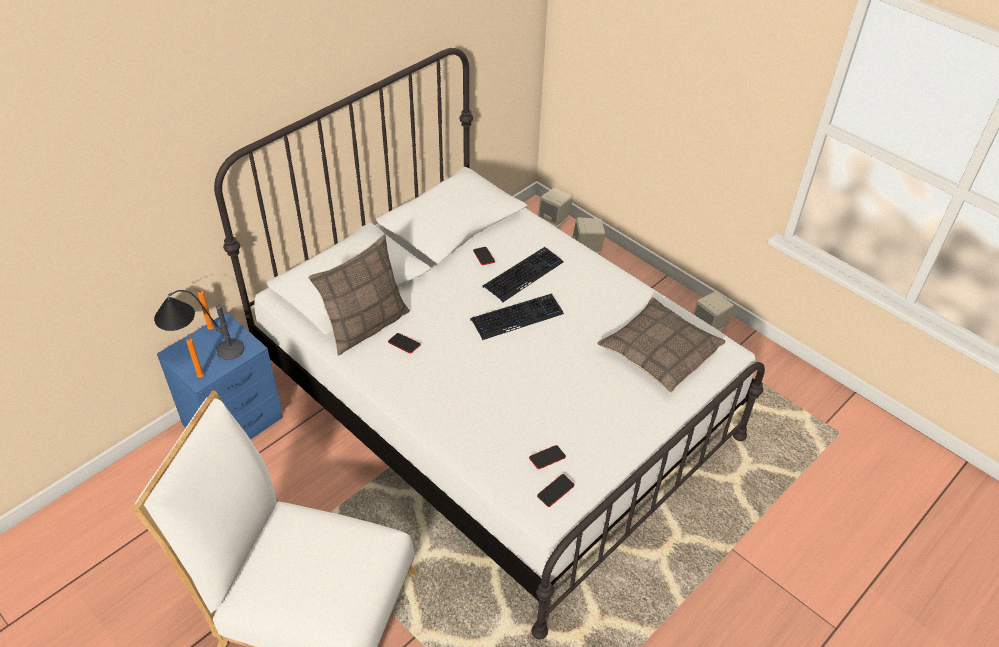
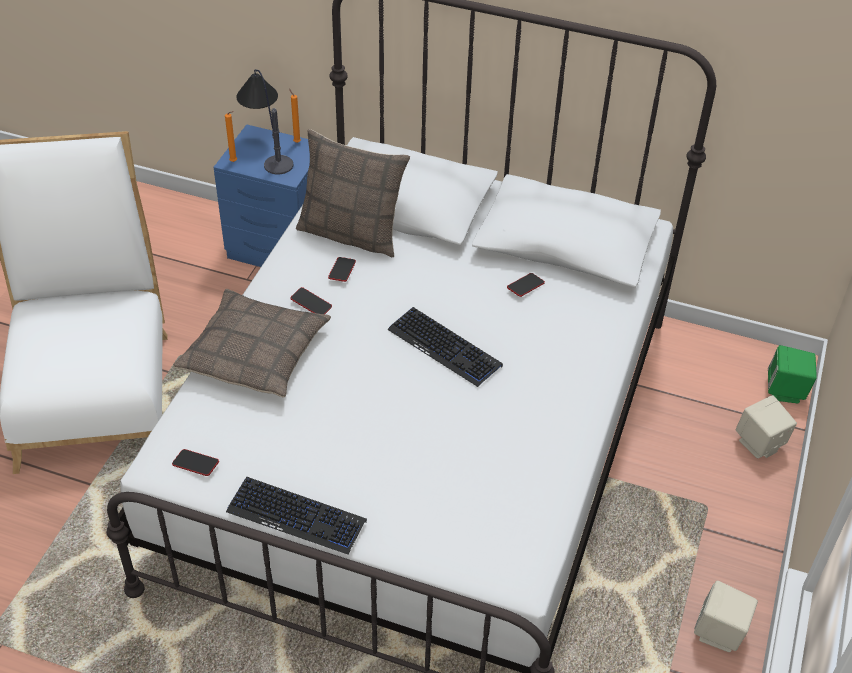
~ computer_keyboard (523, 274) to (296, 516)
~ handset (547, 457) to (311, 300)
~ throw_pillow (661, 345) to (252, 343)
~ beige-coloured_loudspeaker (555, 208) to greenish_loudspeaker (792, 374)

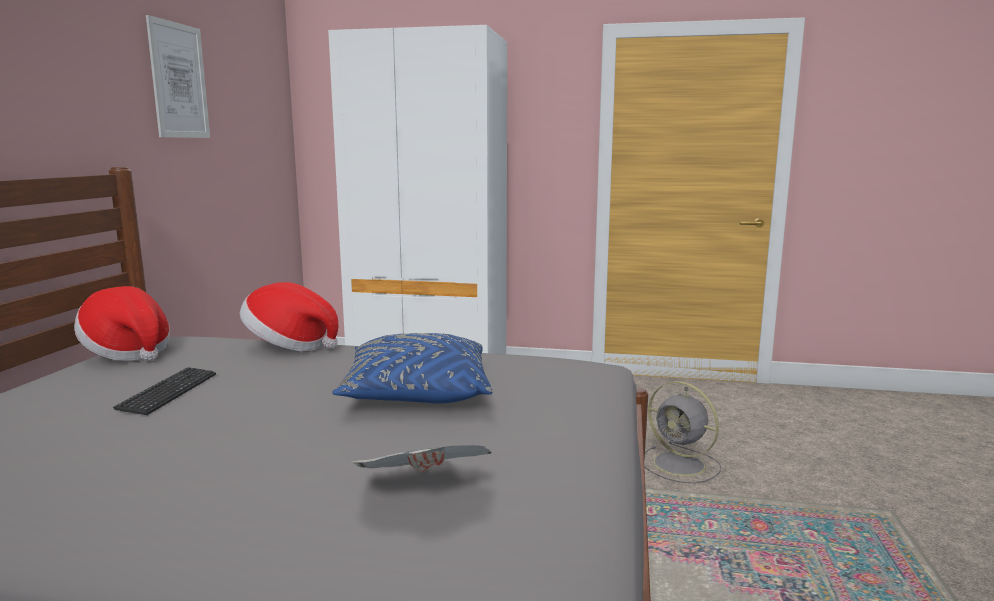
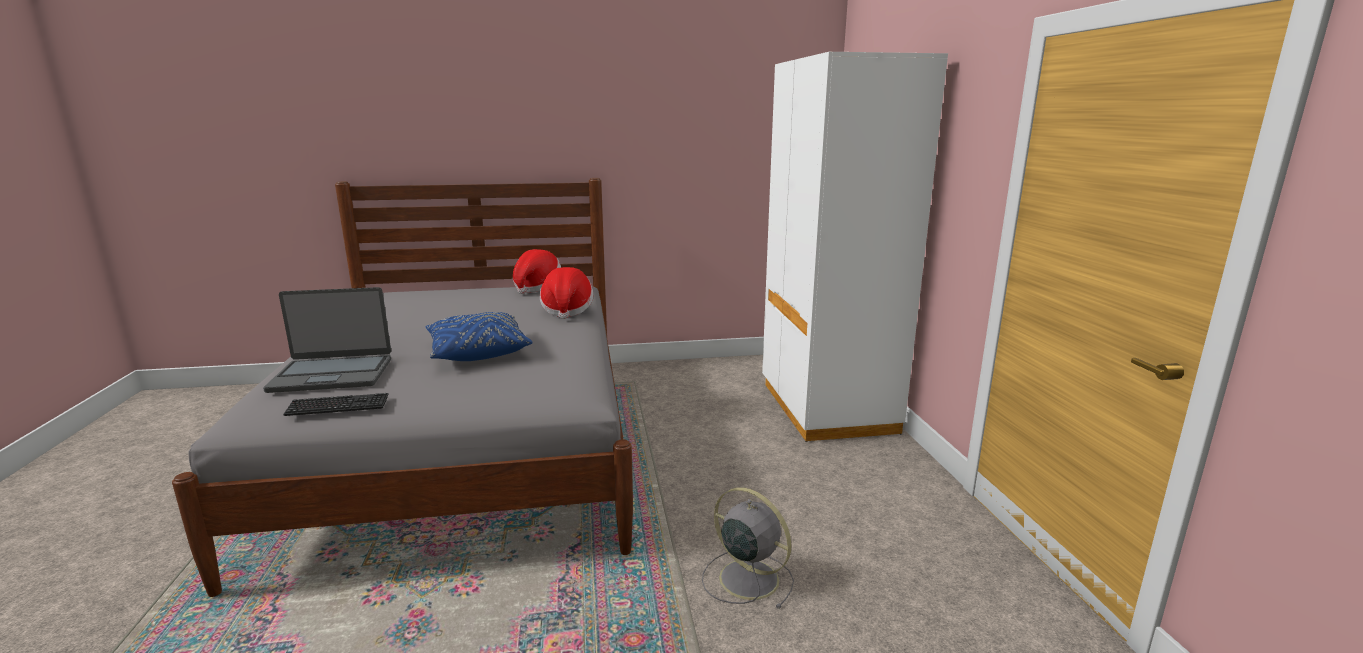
- picture (178, 76)
~ computer_keyboard (164, 391) to (336, 404)
~ daily_paper (422, 458) to portable_computer (327, 340)
~ greyish_cooling_fan (682, 432) = (748, 548) 105 degrees clockwise

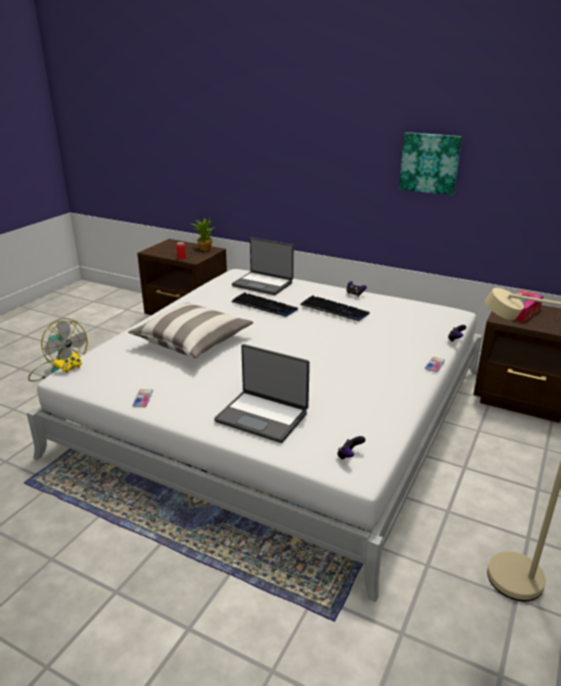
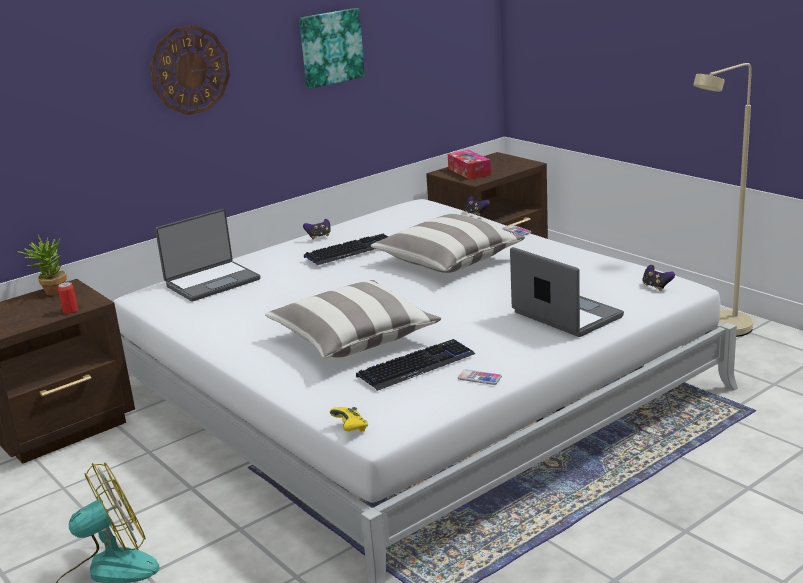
+ hanging_clock (190, 70)
+ throw_pillow (448, 243)
~ computer_keyboard (264, 304) to (415, 365)
~ portable_computer (262, 393) = (567, 292) 90 degrees counterclockwise

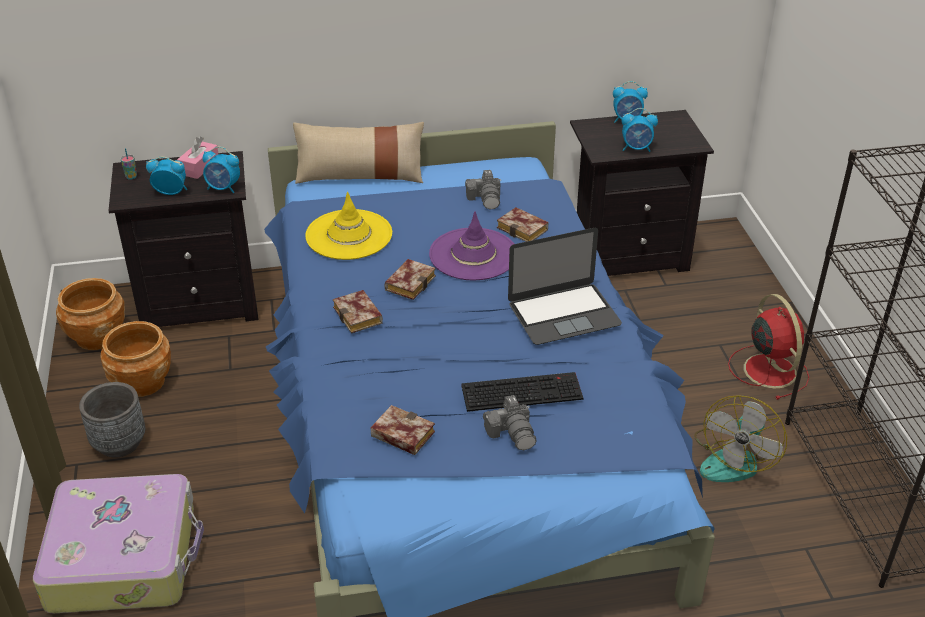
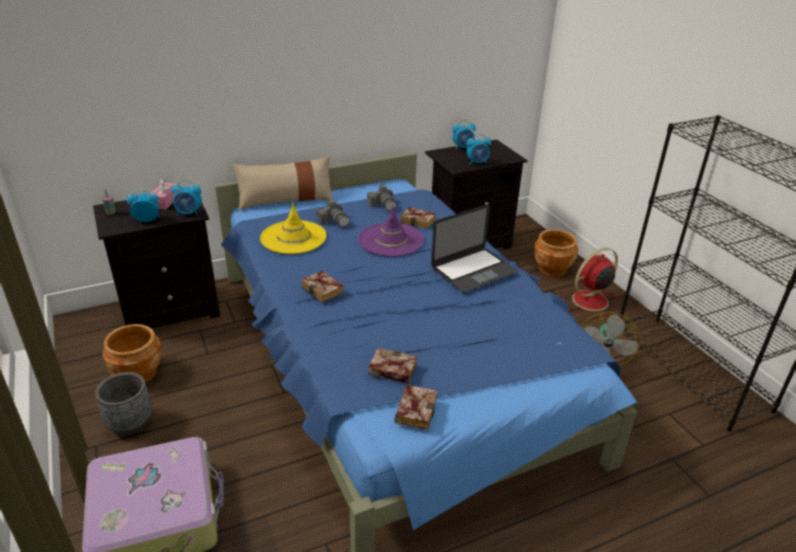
- computer_keyboard (522, 392)
~ brown-coloured_plant_pot (90, 314) to (556, 252)
~ bound_book (410, 279) to (416, 407)
~ photo_camera (510, 422) to (333, 213)
~ red-coloured_cooling_fan (768, 347) = (590, 283) 90 degrees counterclockwise

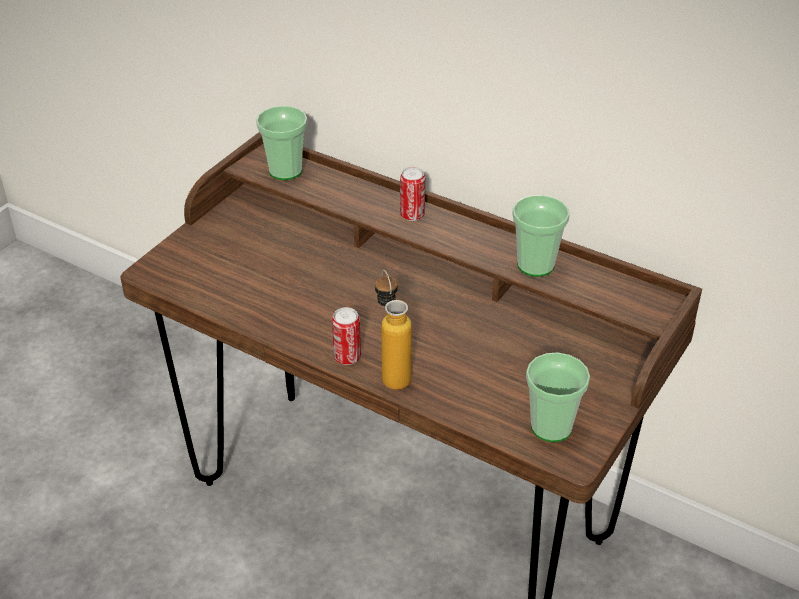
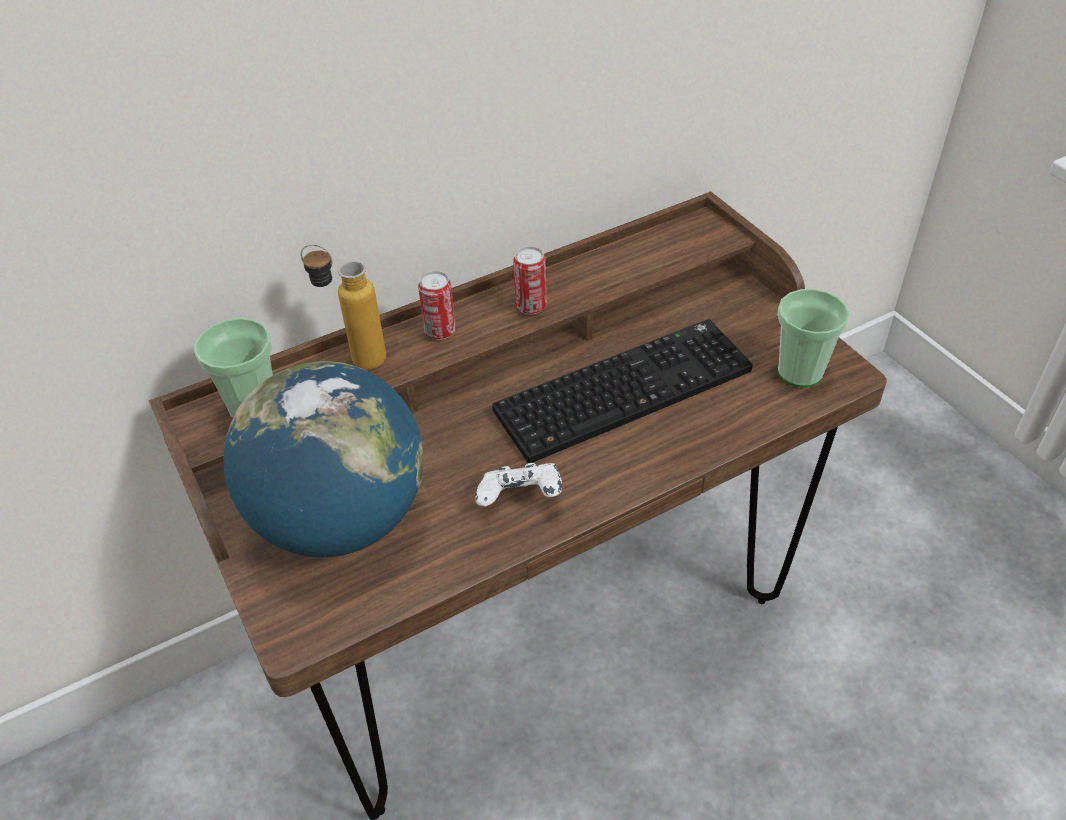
- cup (541, 236)
+ globe (323, 459)
+ whitish_gamepad (519, 485)
+ computer_keyboard (622, 391)
~ can (346, 336) to (530, 280)
~ beverage_bottle (393, 330) to (343, 307)

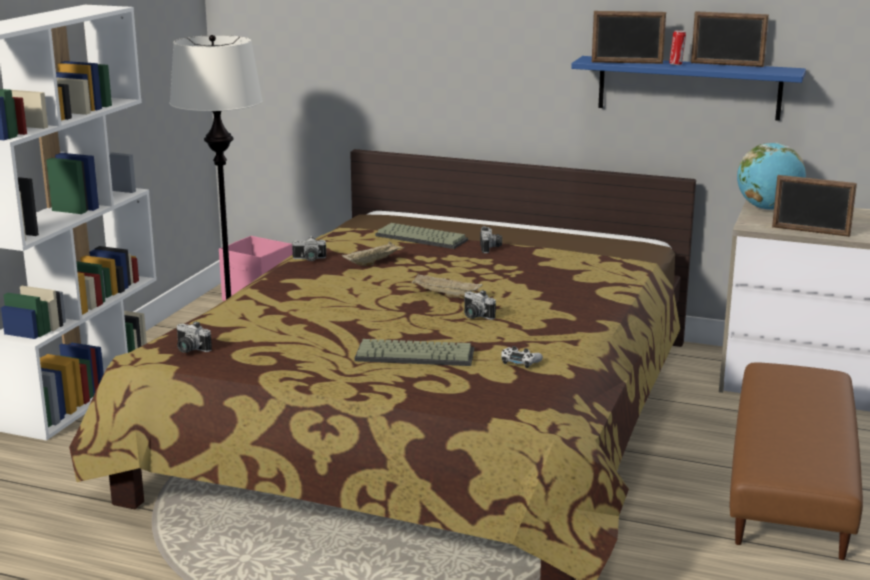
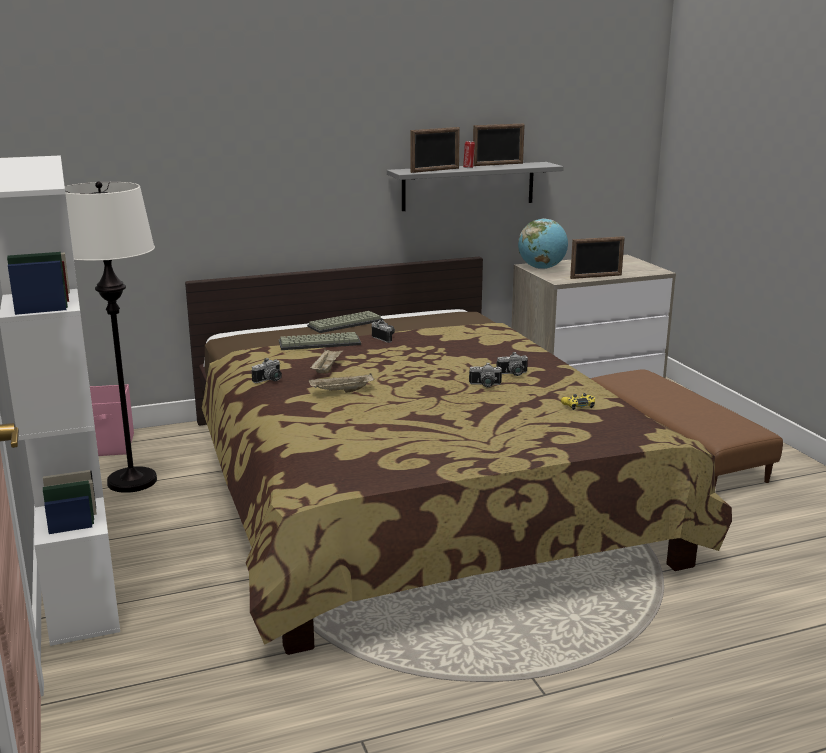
~ photo_camera (194, 337) to (512, 364)
~ computer_keyboard (414, 352) to (345, 322)
~ beige-coloured_serving_tray (447, 286) to (341, 383)
~ whitish_gamepad (522, 357) to yellowish_gamepad (578, 401)
~ blue-coloured_bracket_shelf (688, 88) to greyish_bracket_shelf (475, 186)

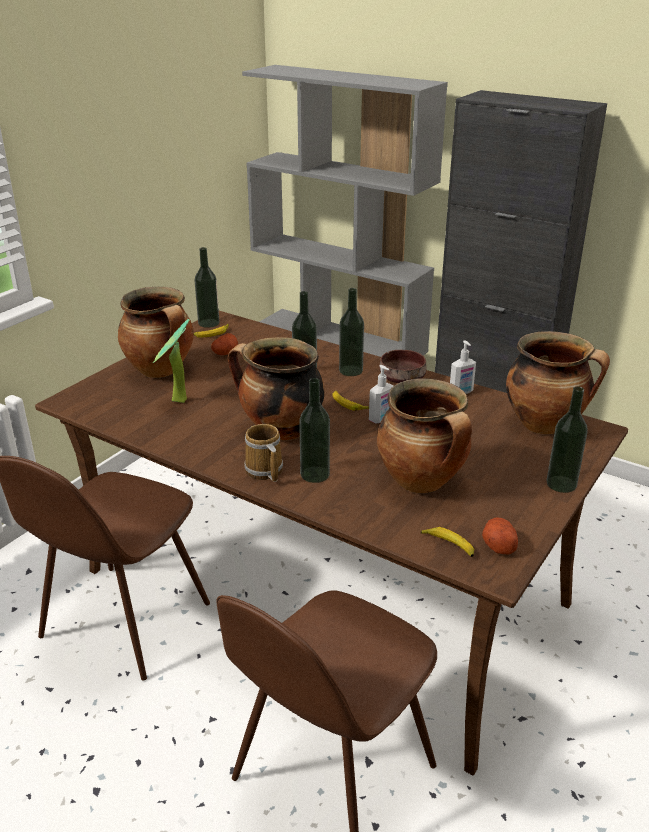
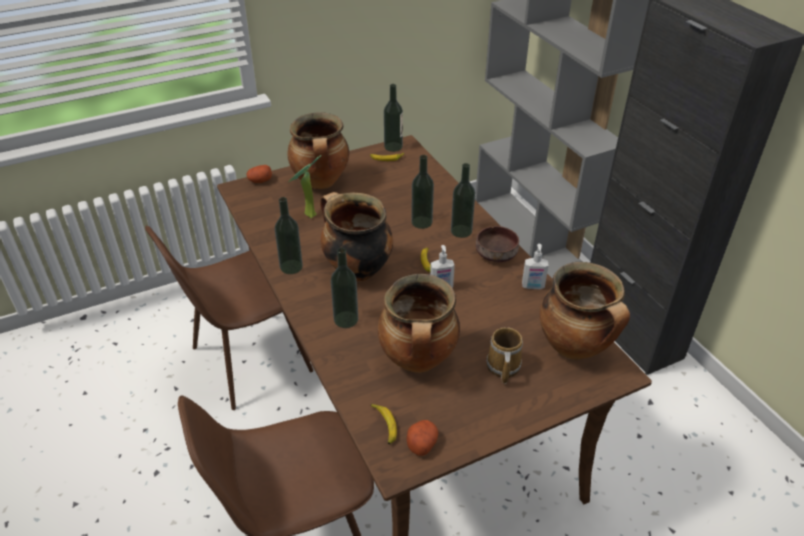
~ whole_potato (224, 344) to (259, 174)
~ tea_mug (263, 453) to (504, 355)
~ beverage_bottle (567, 439) to (289, 235)

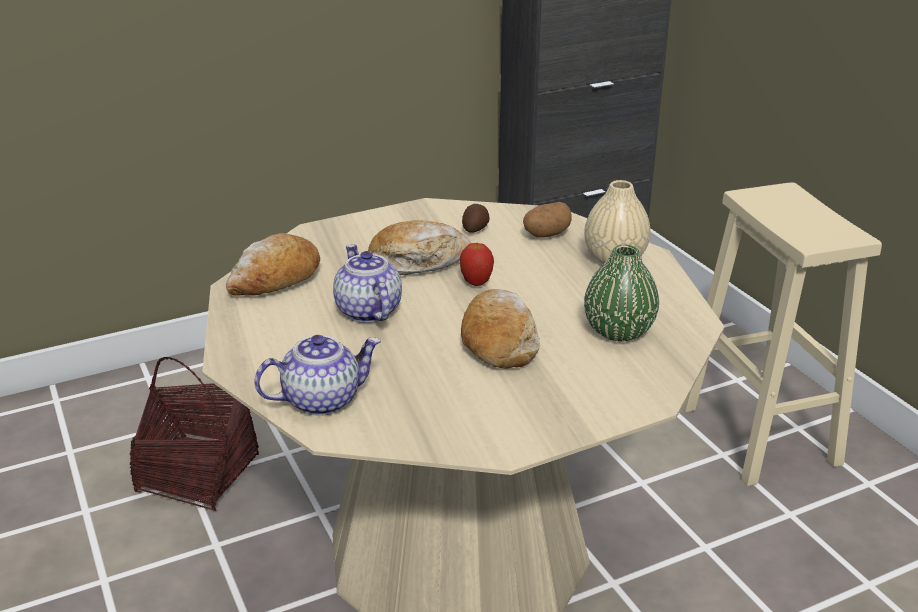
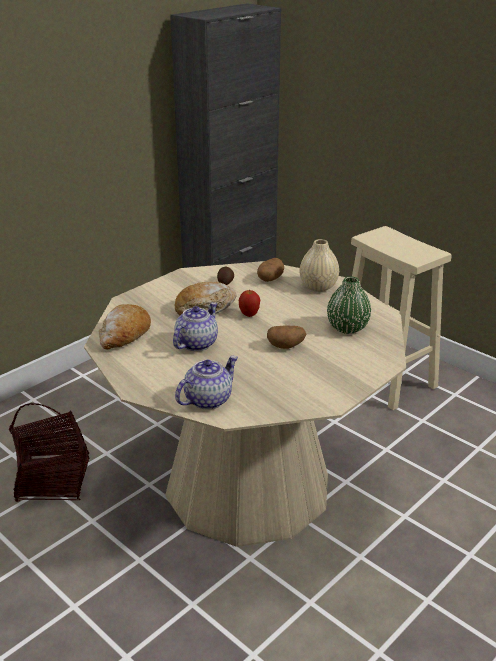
~ bread (500, 329) to whole_potato (286, 337)
~ tea_pot (367, 283) = (195, 326) 75 degrees clockwise

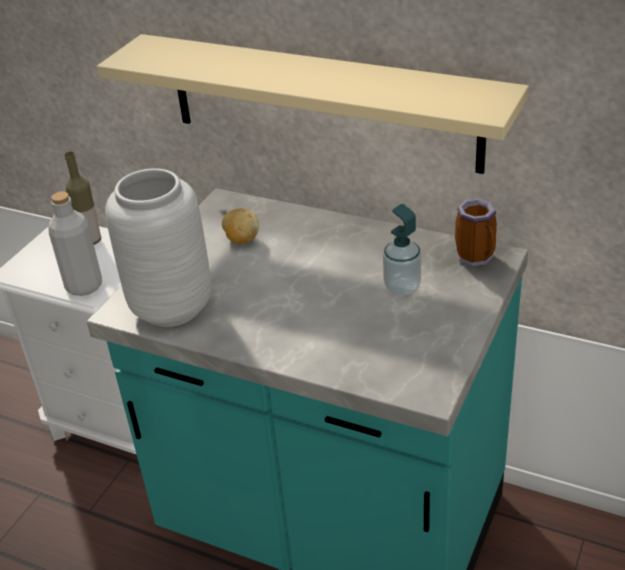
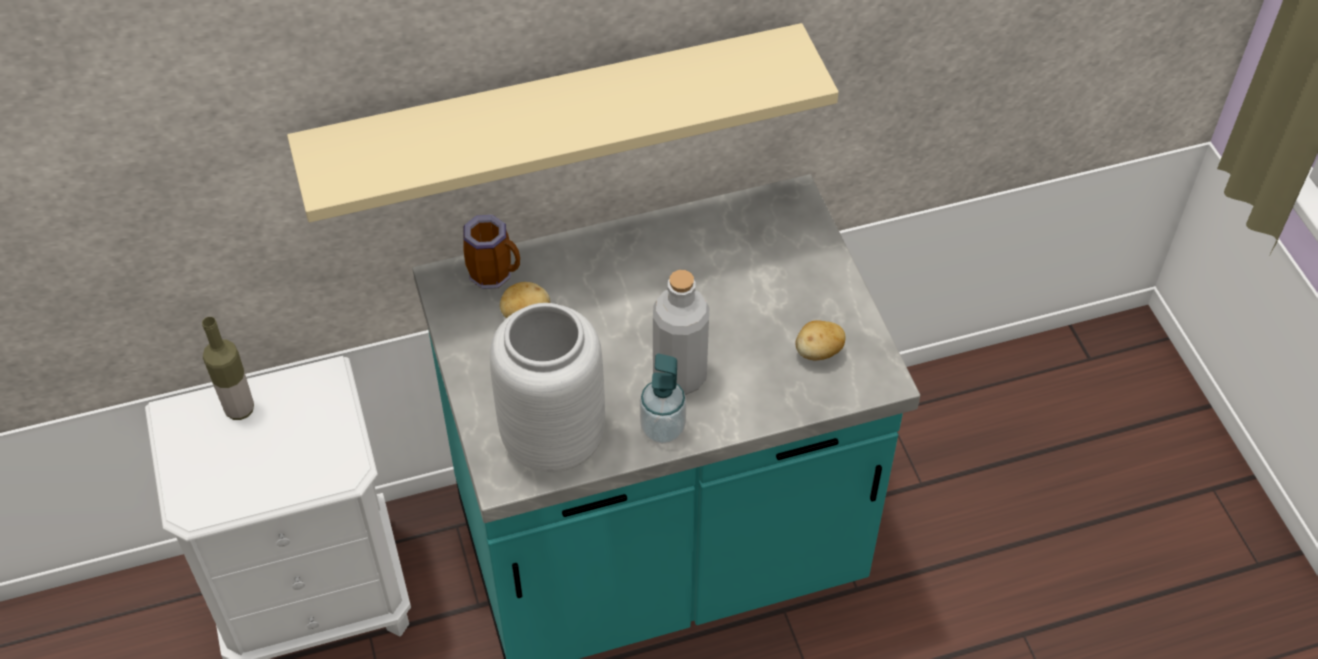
+ whole_potato (820, 340)
~ greyish_beverage_bottle (75, 243) to (681, 332)
~ soap_dispenser (402, 250) to (663, 398)
~ tea_mug (476, 232) to (491, 252)

